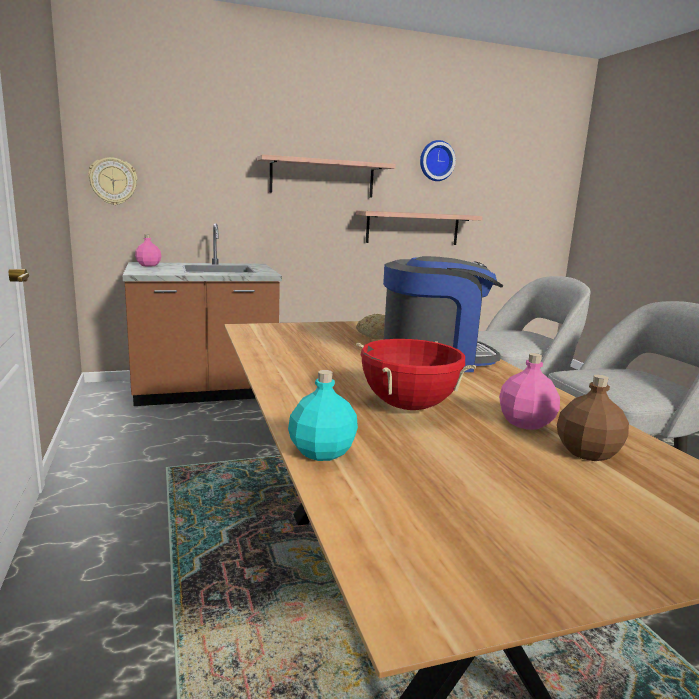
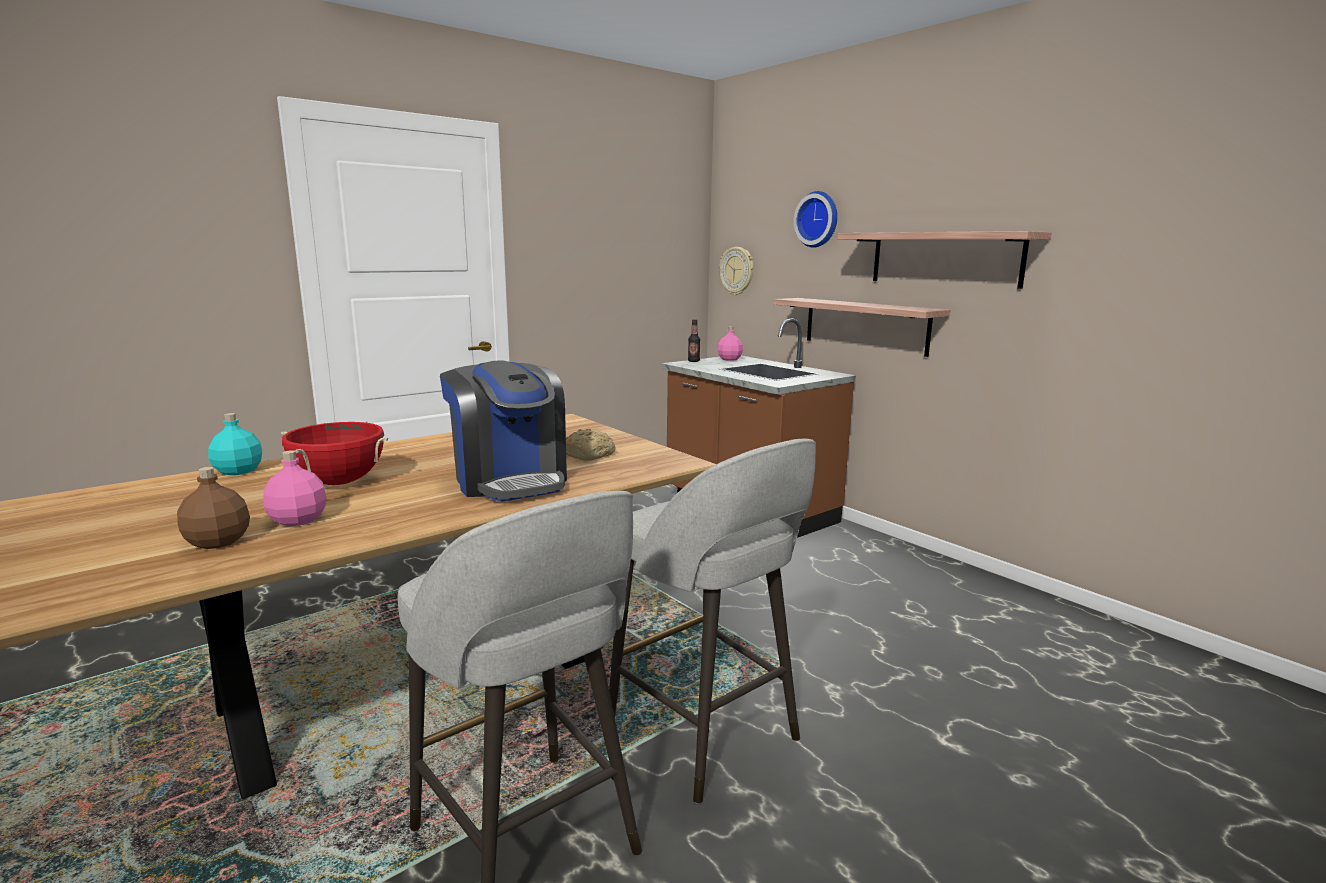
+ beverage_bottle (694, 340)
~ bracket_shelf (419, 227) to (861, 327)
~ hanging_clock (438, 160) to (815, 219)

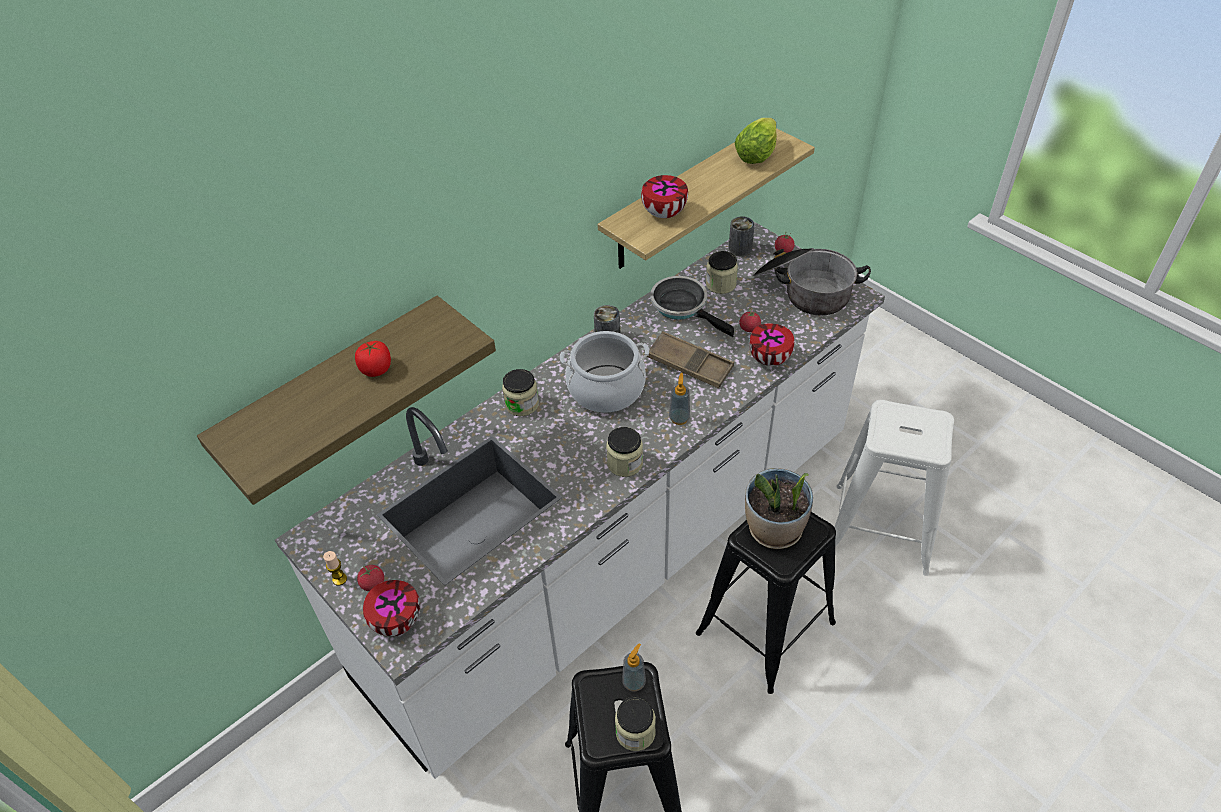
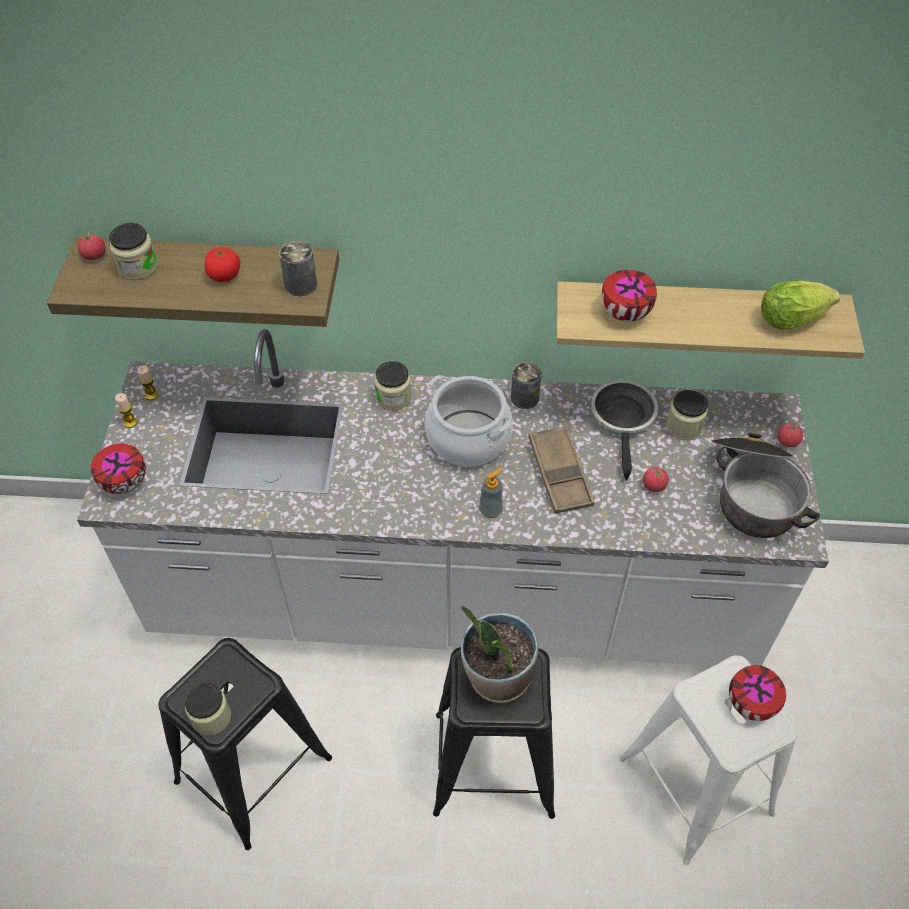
- soap_dispenser (634, 667)
+ wax_light (148, 382)
~ whole_tomato (370, 578) to (92, 245)
~ preserve_jar (624, 452) to (133, 251)
~ can (742, 236) to (298, 268)
~ deep_dish (771, 344) to (757, 693)

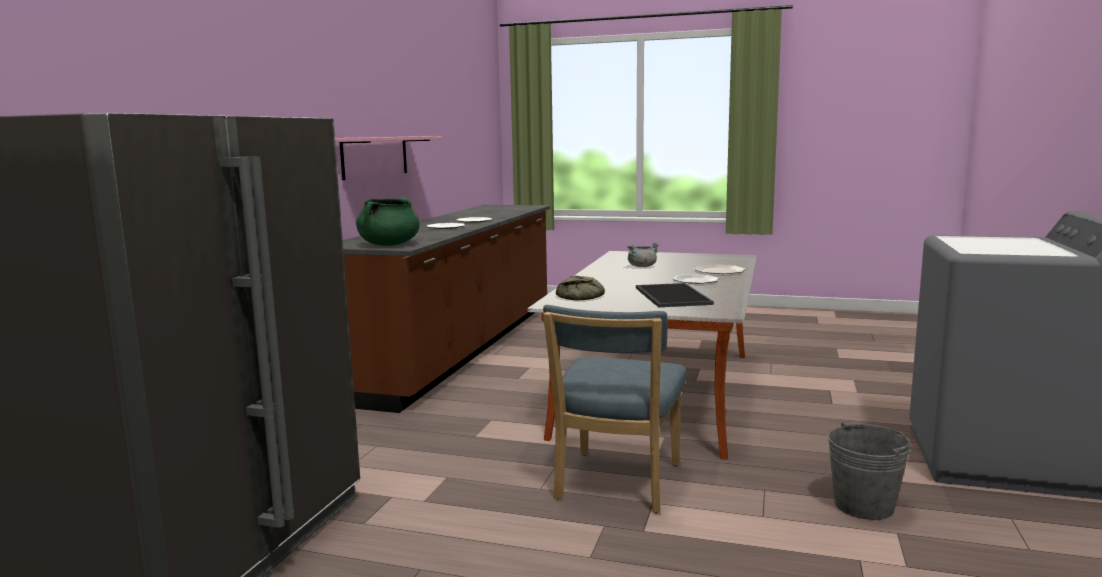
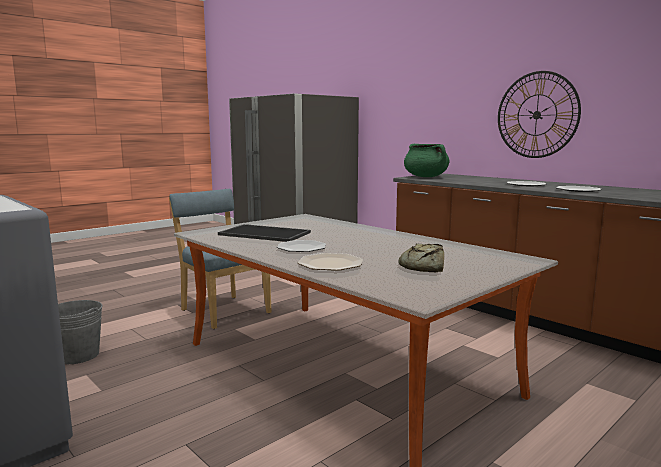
- greyish_cooking_pot (643, 254)
~ bread (580, 288) to (421, 258)
~ pink_bracket_shelf (388, 158) to hanging_clock (539, 114)

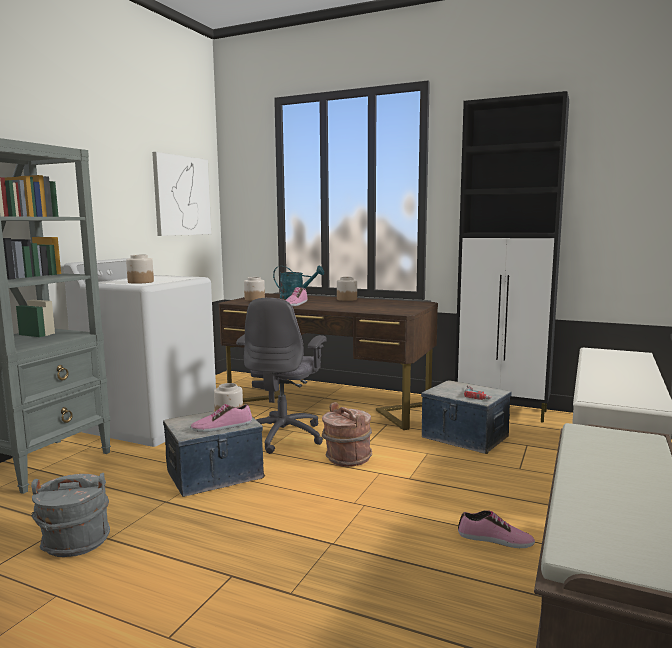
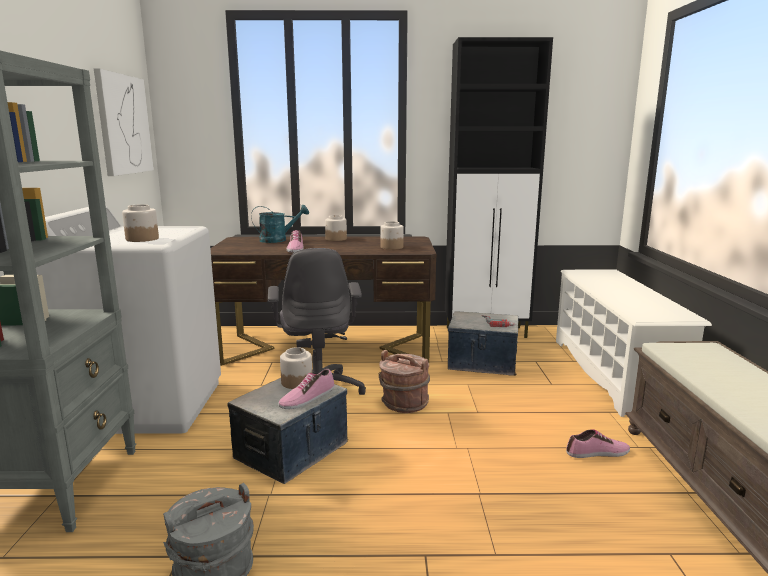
~ preserve_jar (254, 289) to (392, 235)

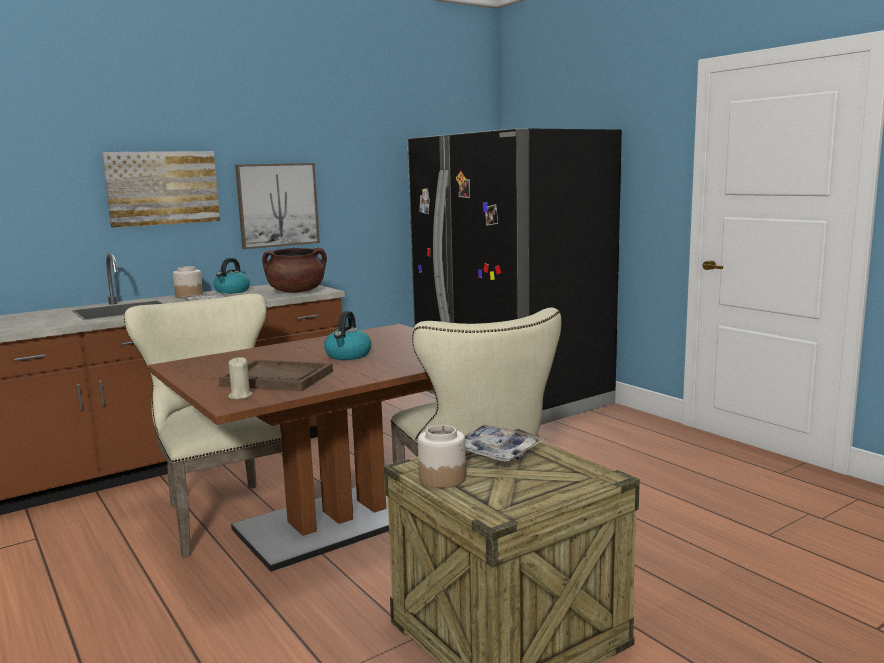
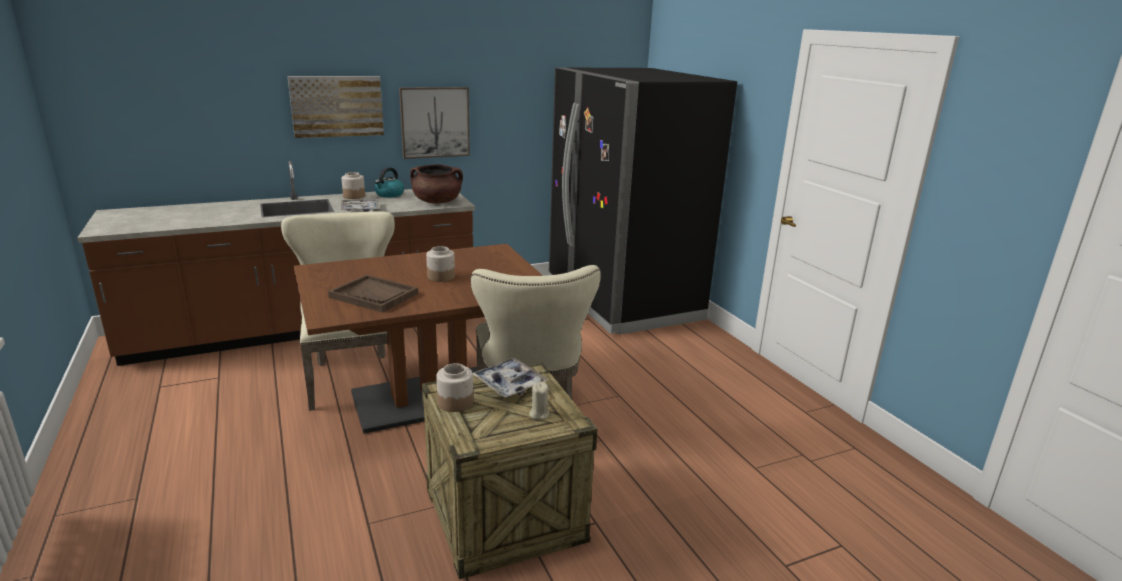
~ beige-coloured_wax_light (240, 378) to (539, 401)
~ water_kettle (348, 335) to preserve_jar (440, 264)

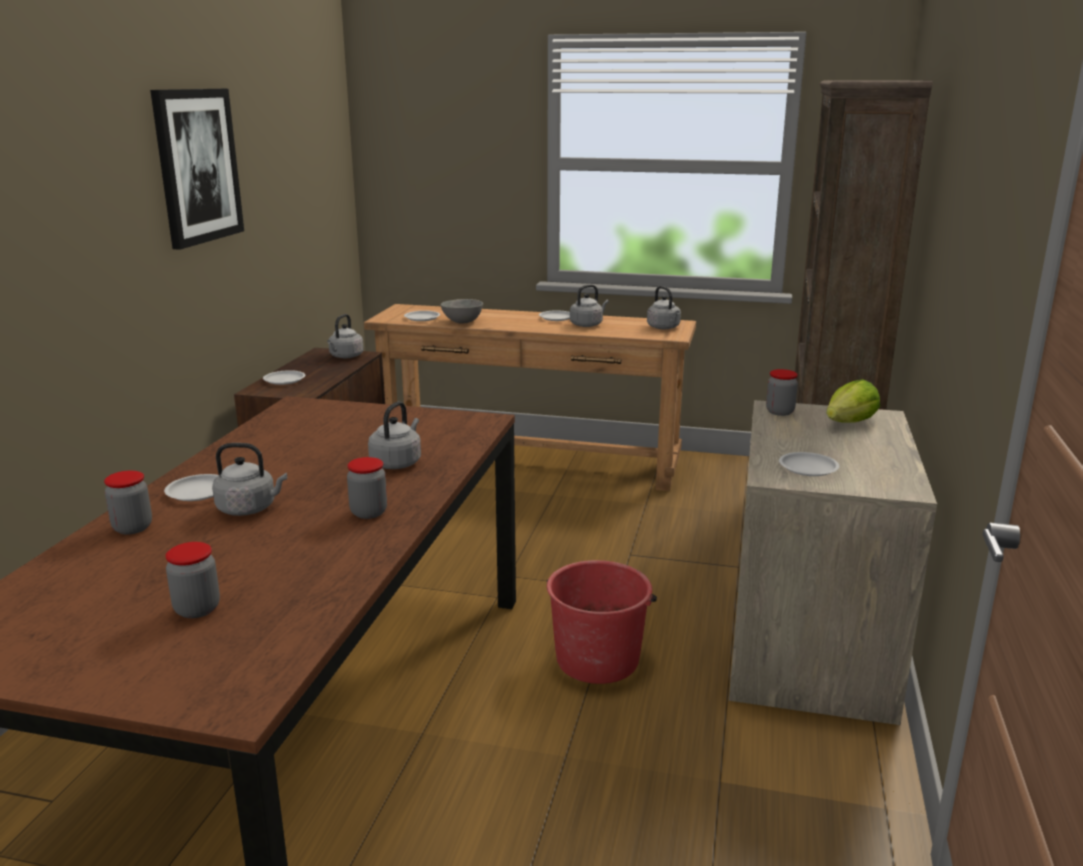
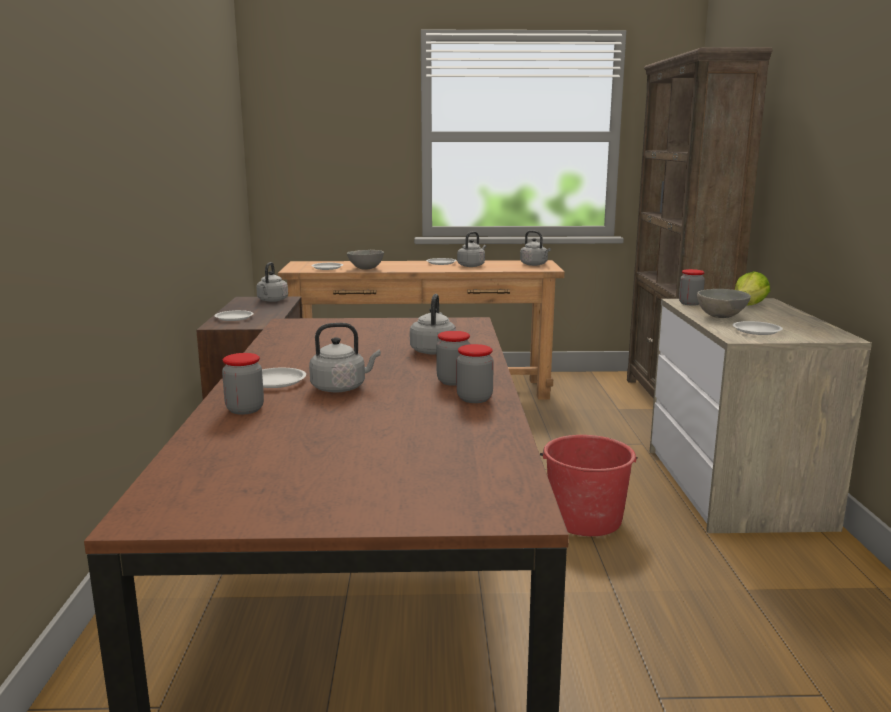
- picture (197, 169)
+ greyish_deep_dish (724, 303)
~ preserve_jar (193, 580) to (475, 373)

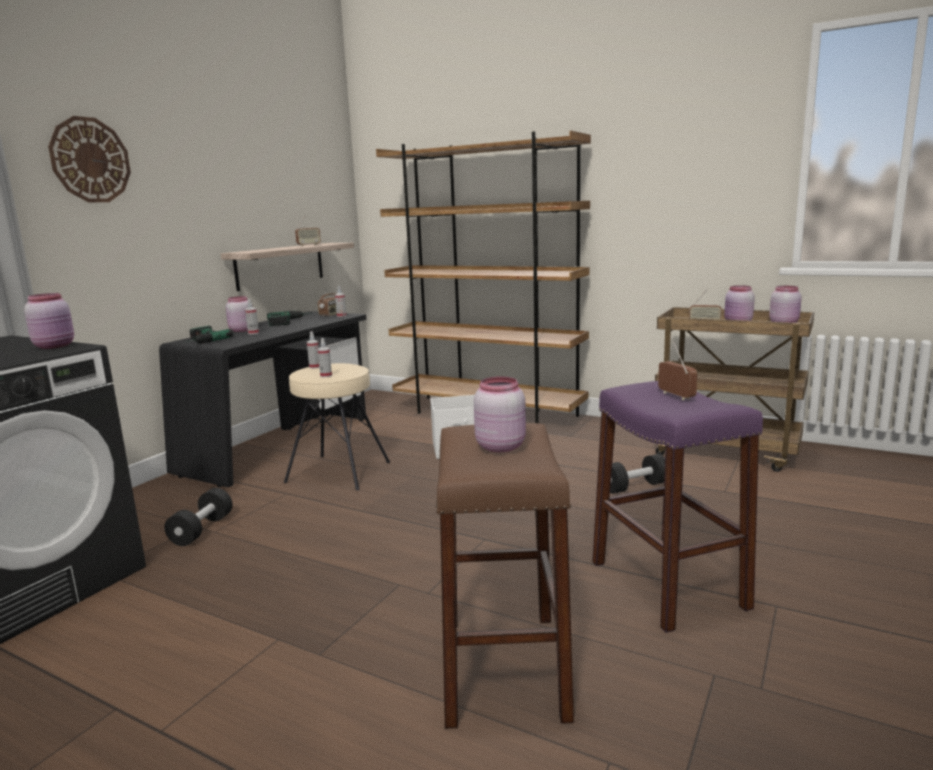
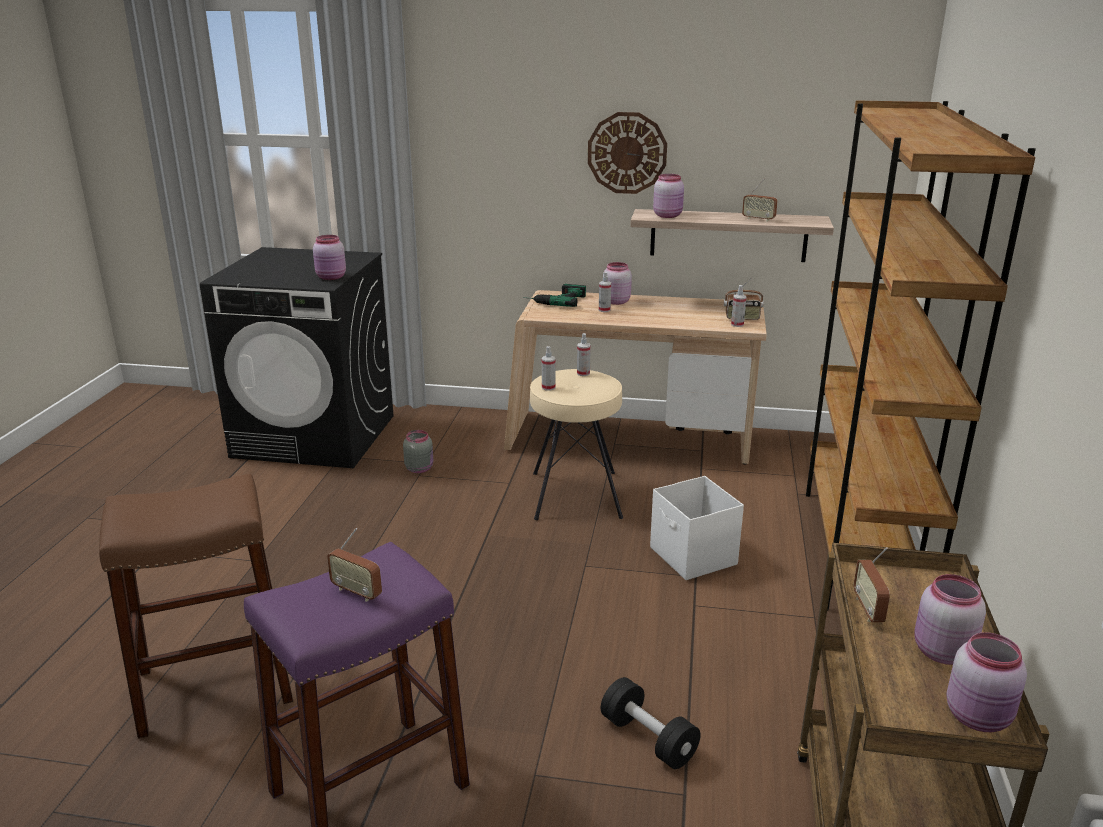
- electric_drill (289, 318)
~ hanging_clock (89, 159) to (627, 153)
~ pink_preserve_jar (500, 414) to (668, 196)
~ blackish_dumbbell (198, 517) to greyish_preserve_jar (418, 451)
~ blackish_desk (262, 399) to beige-coloured_desk (635, 377)
~ radio_receiver (678, 371) = (354, 565) 75 degrees clockwise

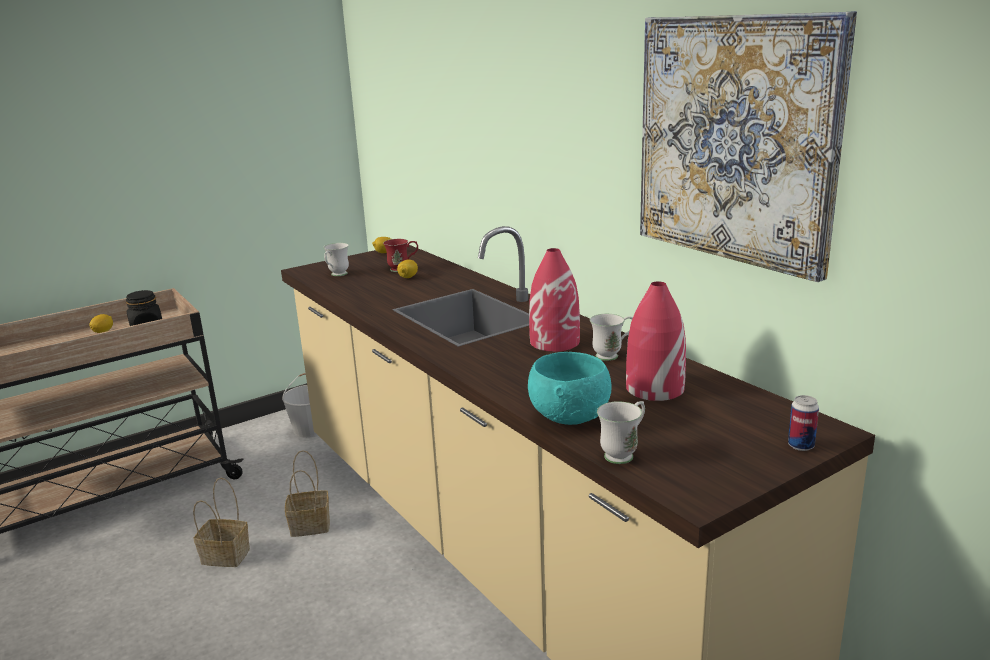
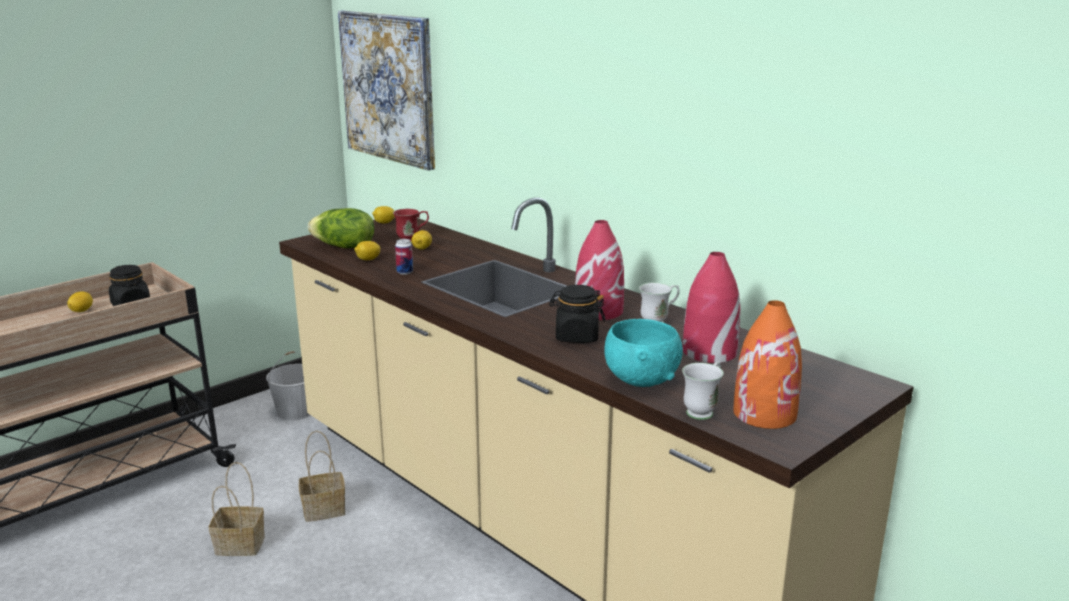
+ lemon (367, 250)
+ blackish_preserve_jar (577, 314)
+ orangey_flower_vase (767, 364)
~ picture (748, 146) to (386, 90)
~ can (803, 423) to (404, 257)
~ whitish_tea_mug (336, 259) to lettuce (341, 228)

